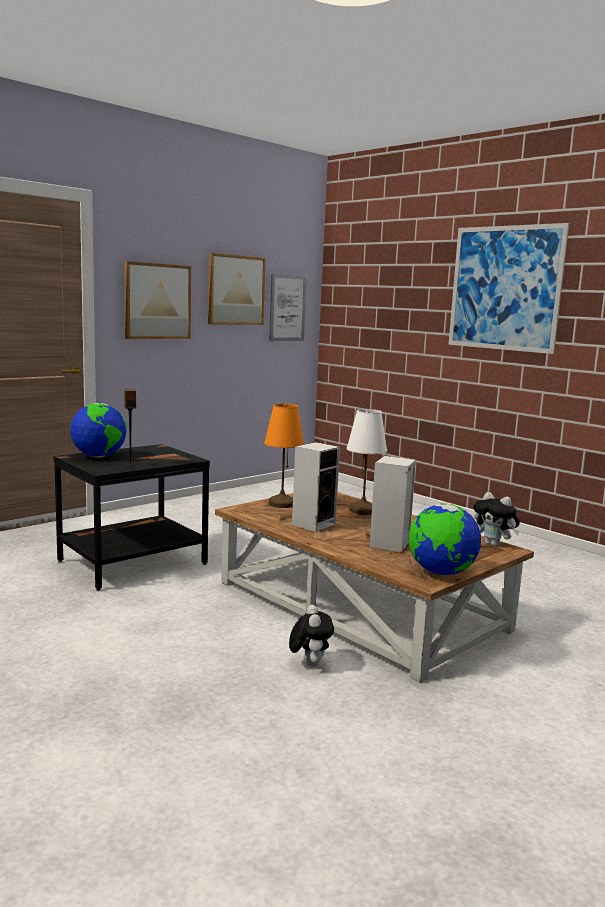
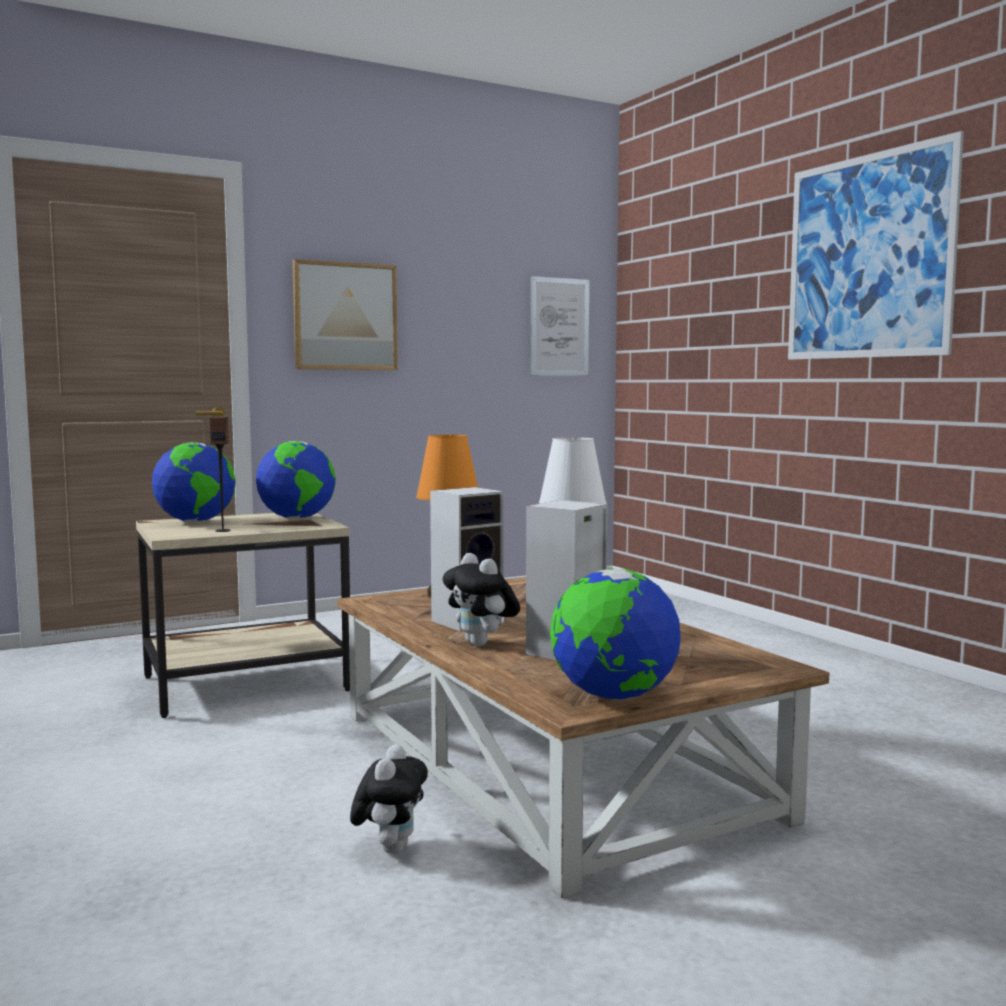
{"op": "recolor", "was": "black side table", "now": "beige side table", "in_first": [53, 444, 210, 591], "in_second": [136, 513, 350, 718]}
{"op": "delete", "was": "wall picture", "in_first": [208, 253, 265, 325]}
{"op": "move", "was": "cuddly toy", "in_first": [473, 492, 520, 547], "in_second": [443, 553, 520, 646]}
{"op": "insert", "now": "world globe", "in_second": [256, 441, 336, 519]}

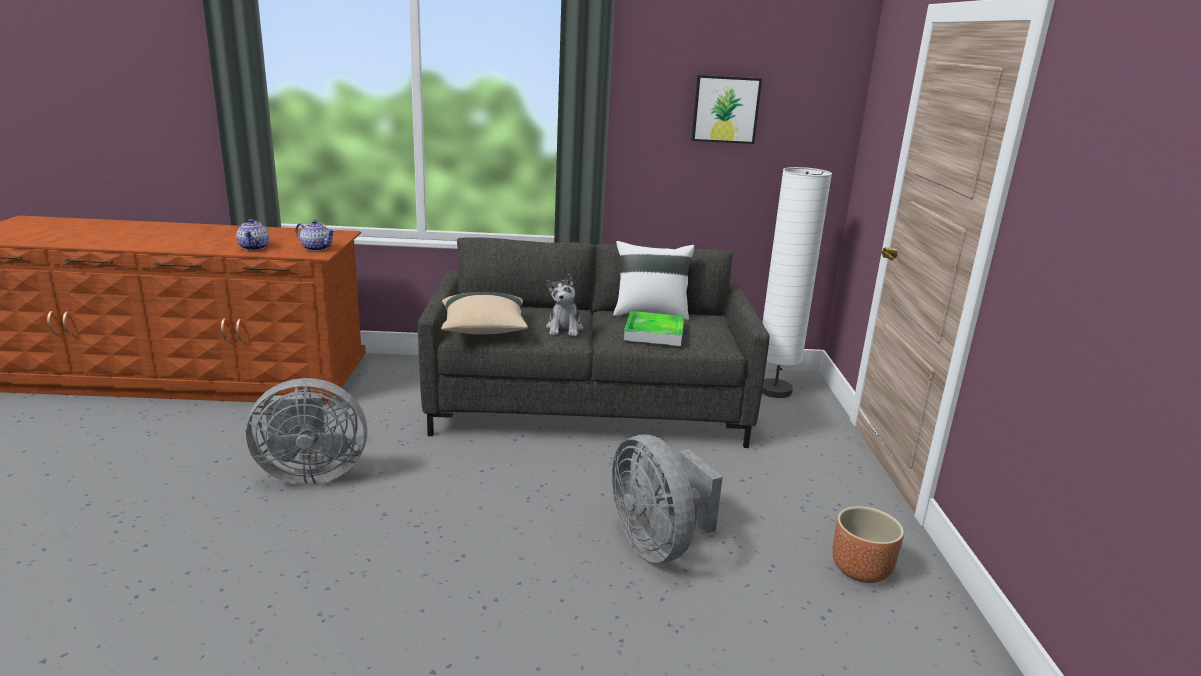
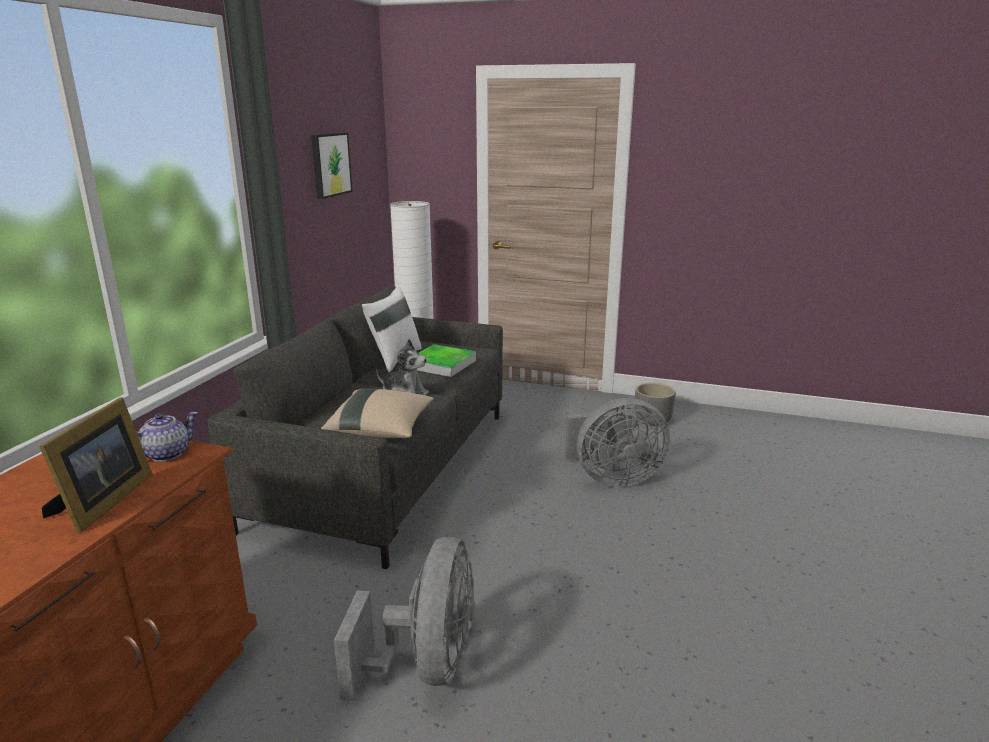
{"op": "replace", "was": "tea pot", "now": "photo frame", "in_first": [236, 219, 270, 251], "in_second": [39, 397, 153, 533]}
{"op": "recolor", "was": "brown flower pot", "now": "grey flower pot", "in_first": [832, 506, 904, 583], "in_second": [635, 383, 676, 426]}

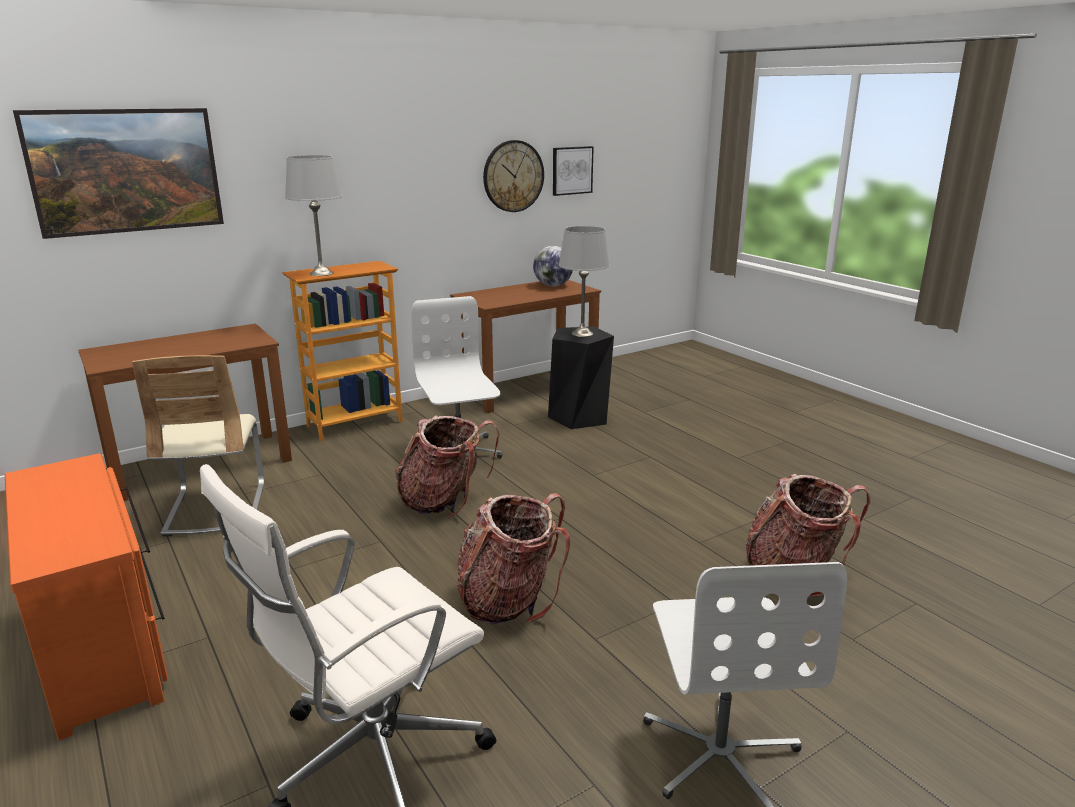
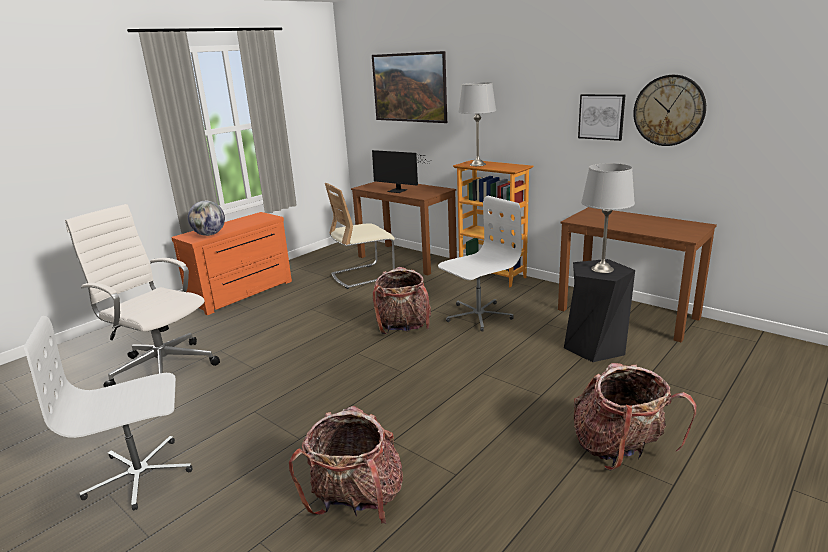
{"op": "move", "was": "rucksack", "in_first": [457, 493, 570, 625], "in_second": [574, 363, 696, 471]}
{"op": "move", "was": "world globe", "in_first": [533, 246, 573, 287], "in_second": [188, 201, 225, 236]}
{"op": "move", "was": "wall picture", "in_first": [553, 146, 594, 196], "in_second": [578, 94, 626, 141]}
{"op": "insert", "now": "computer display", "in_second": [372, 150, 426, 193]}

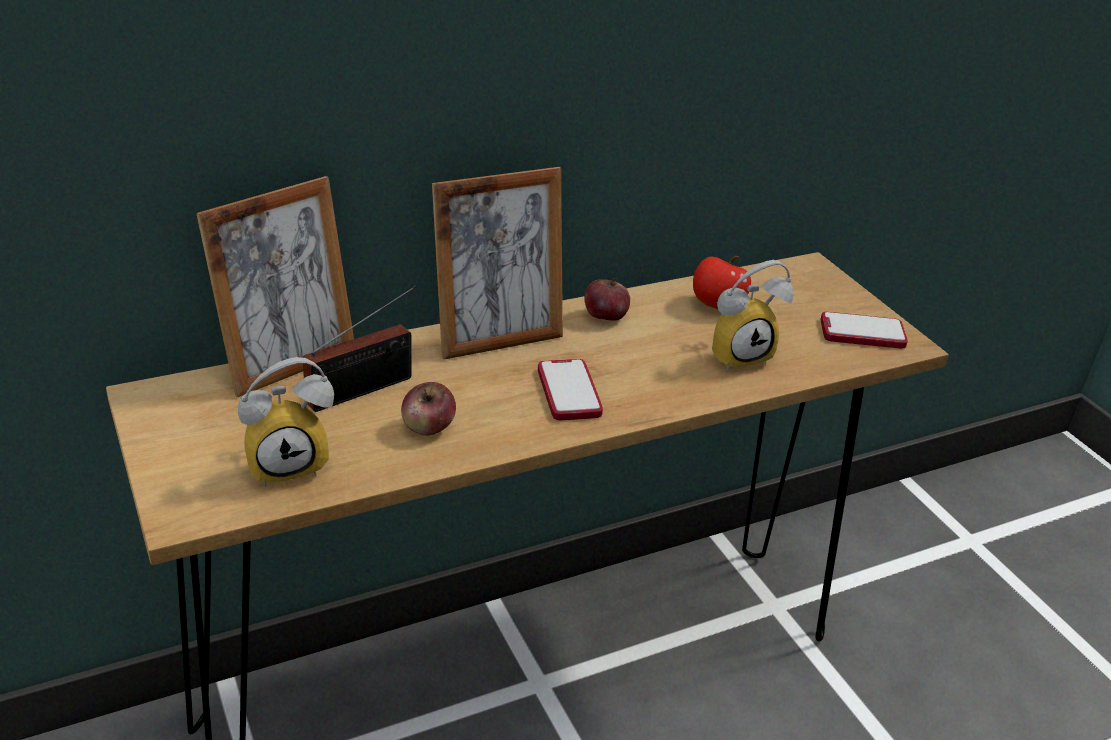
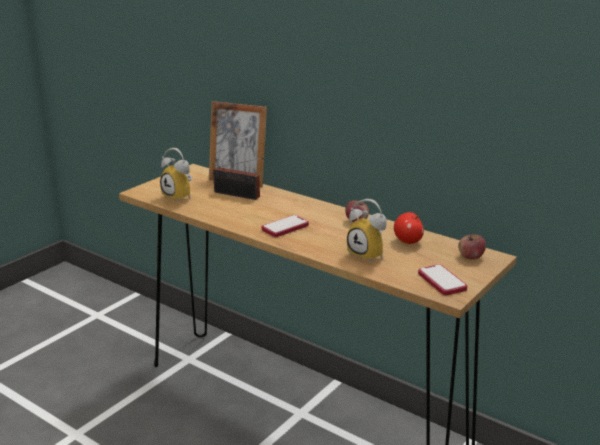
{"op": "move", "was": "apple fruit", "in_first": [401, 382, 456, 436], "in_second": [458, 234, 486, 259]}
{"op": "delete", "was": "photo frame", "in_first": [432, 167, 563, 360]}

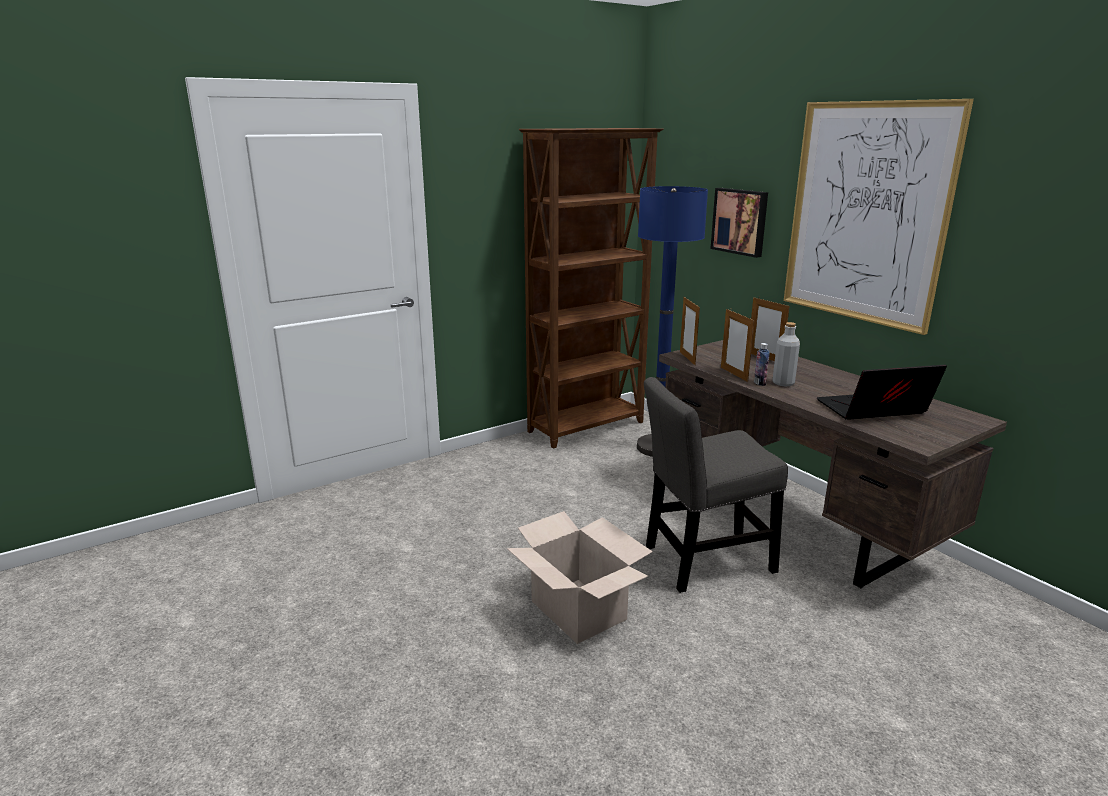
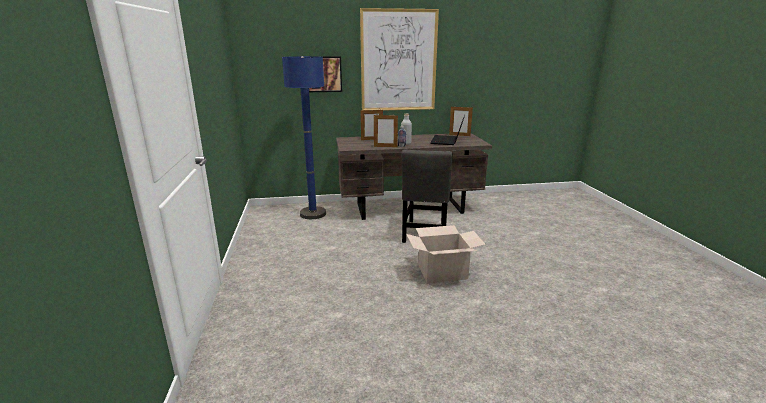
{"op": "delete", "was": "brown shelving unit", "in_first": [519, 128, 664, 449]}
{"op": "move", "was": "photo frame", "in_first": [680, 297, 700, 365], "in_second": [449, 107, 473, 136]}

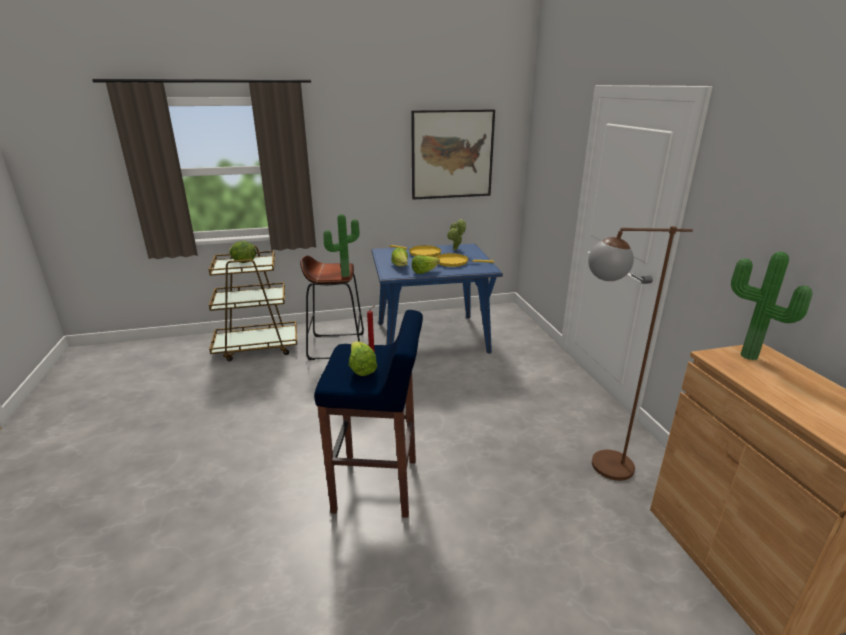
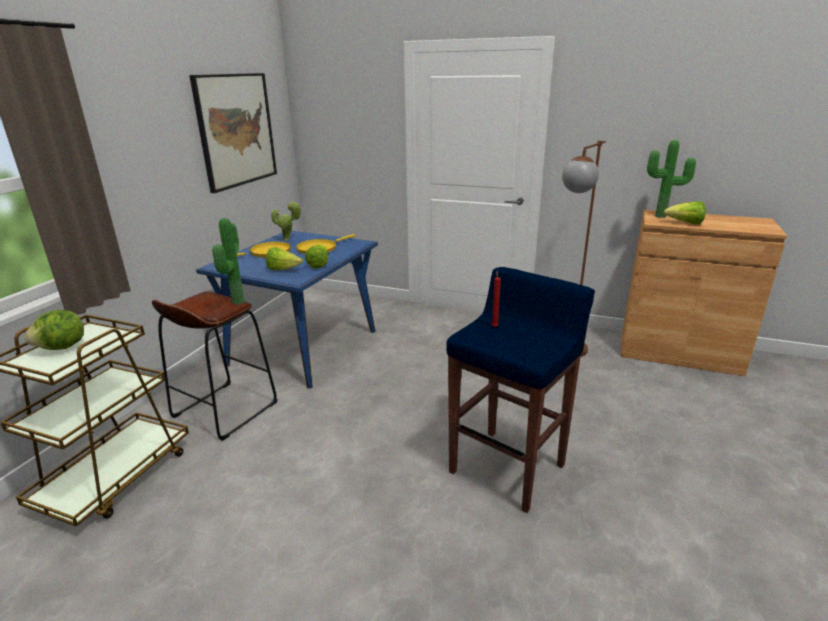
{"op": "move", "was": "lettuce head", "in_first": [348, 341, 377, 376], "in_second": [663, 201, 706, 224]}

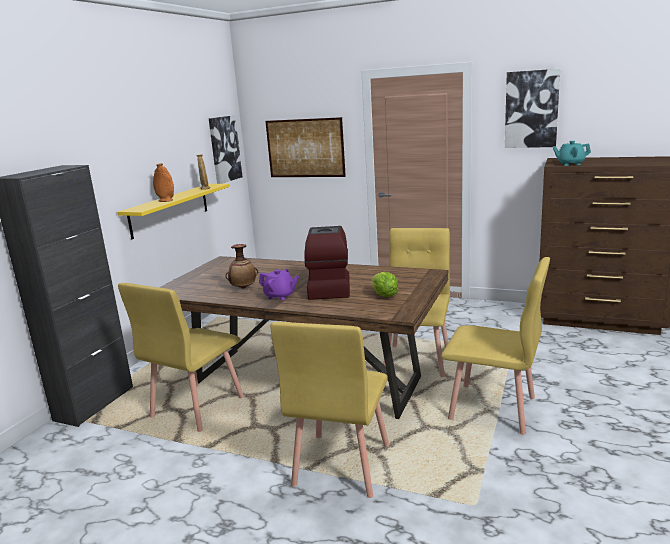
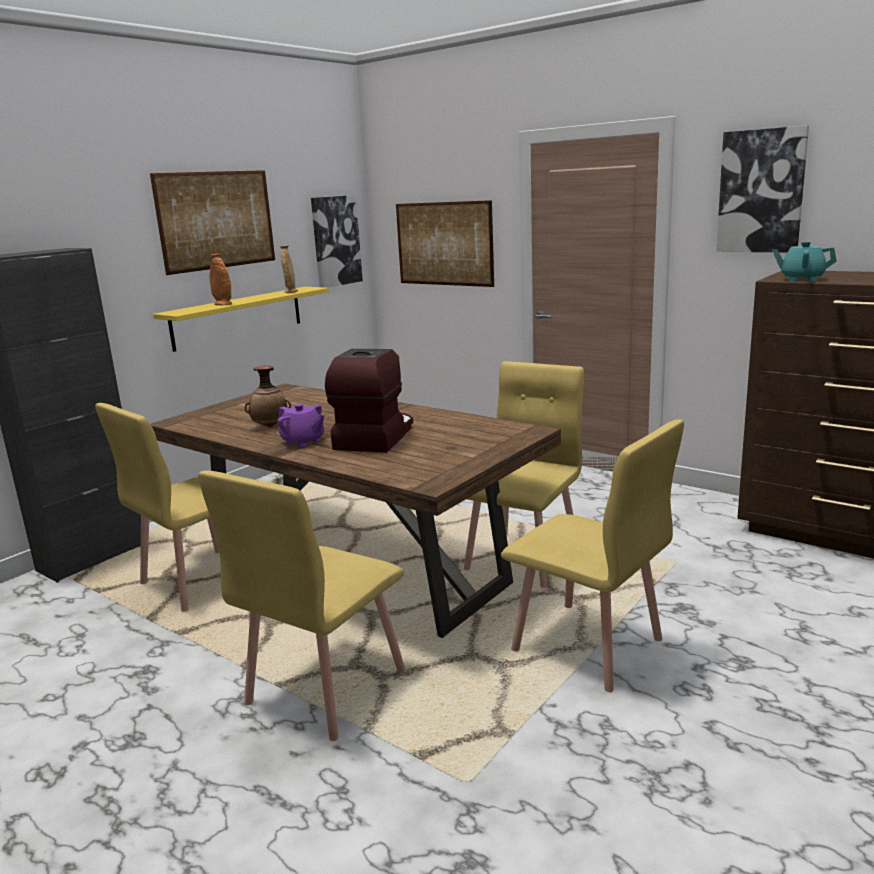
{"op": "delete", "was": "lettuce head", "in_first": [372, 272, 398, 297]}
{"op": "insert", "now": "wall picture", "in_second": [150, 170, 275, 275]}

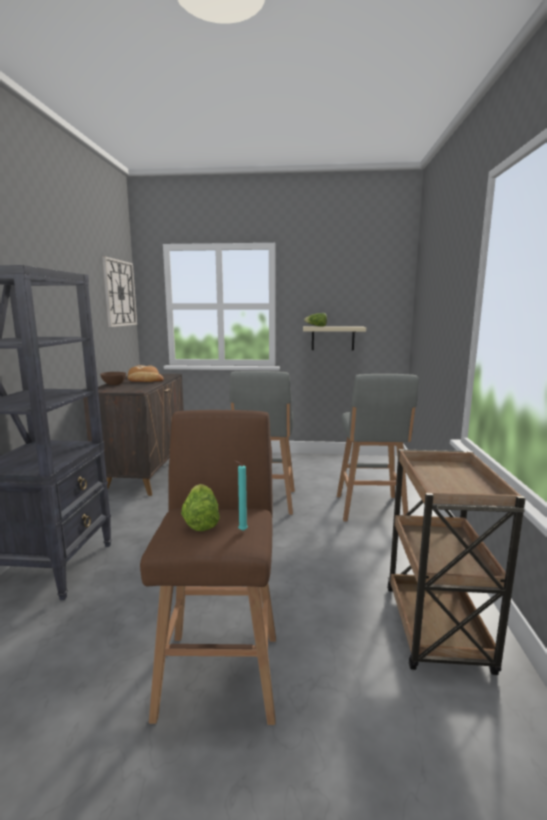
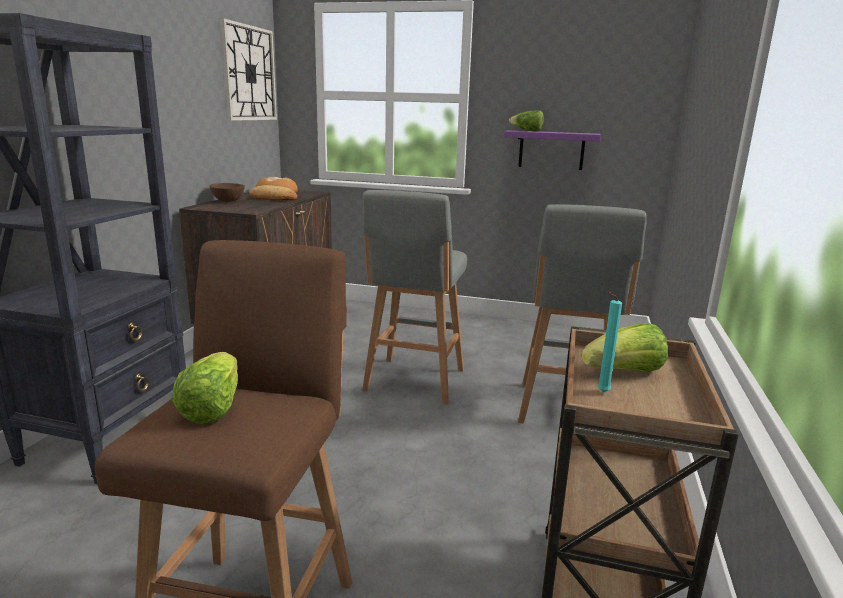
{"op": "move", "was": "blue-green wax candle", "in_first": [235, 461, 248, 531], "in_second": [597, 292, 622, 392]}
{"op": "recolor", "was": "beige shelf", "now": "purple shelf", "in_first": [303, 326, 366, 350], "in_second": [504, 130, 601, 170]}
{"op": "insert", "now": "lettuce head", "in_second": [582, 323, 668, 373]}

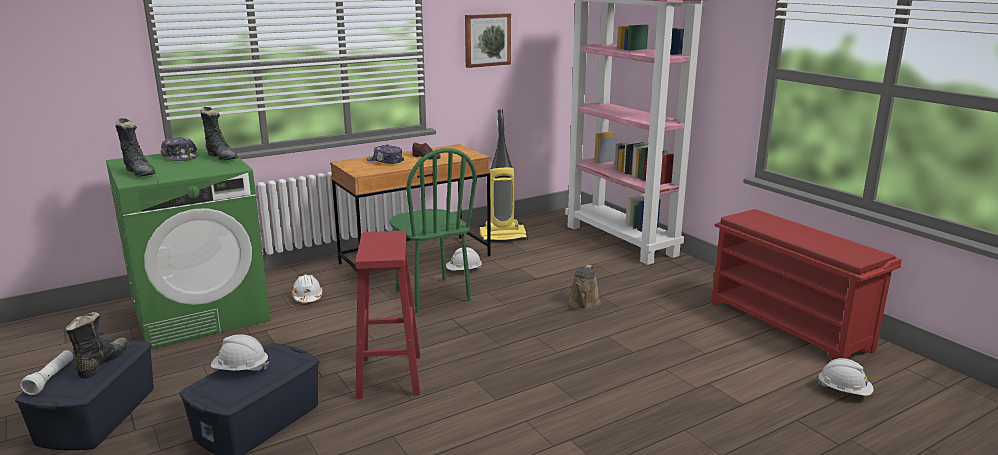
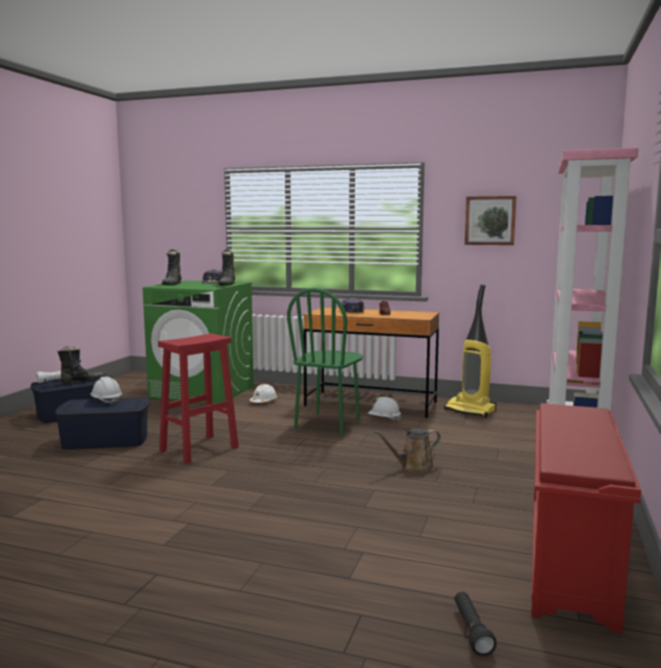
{"op": "replace", "was": "whitish work helmet", "now": "black hand torch", "in_first": [817, 358, 874, 396], "in_second": [454, 592, 496, 656]}

